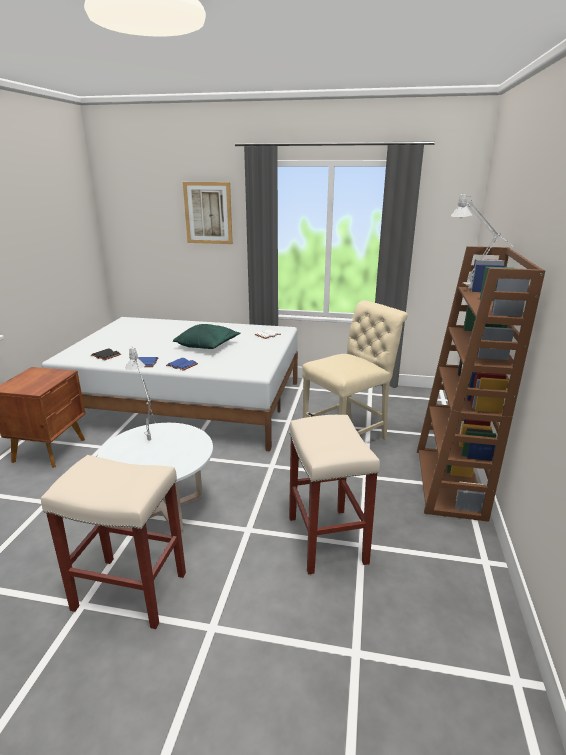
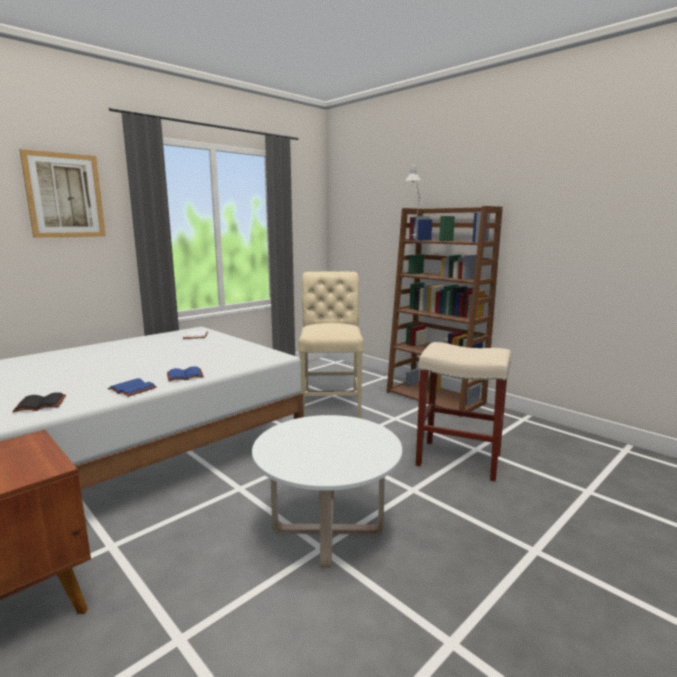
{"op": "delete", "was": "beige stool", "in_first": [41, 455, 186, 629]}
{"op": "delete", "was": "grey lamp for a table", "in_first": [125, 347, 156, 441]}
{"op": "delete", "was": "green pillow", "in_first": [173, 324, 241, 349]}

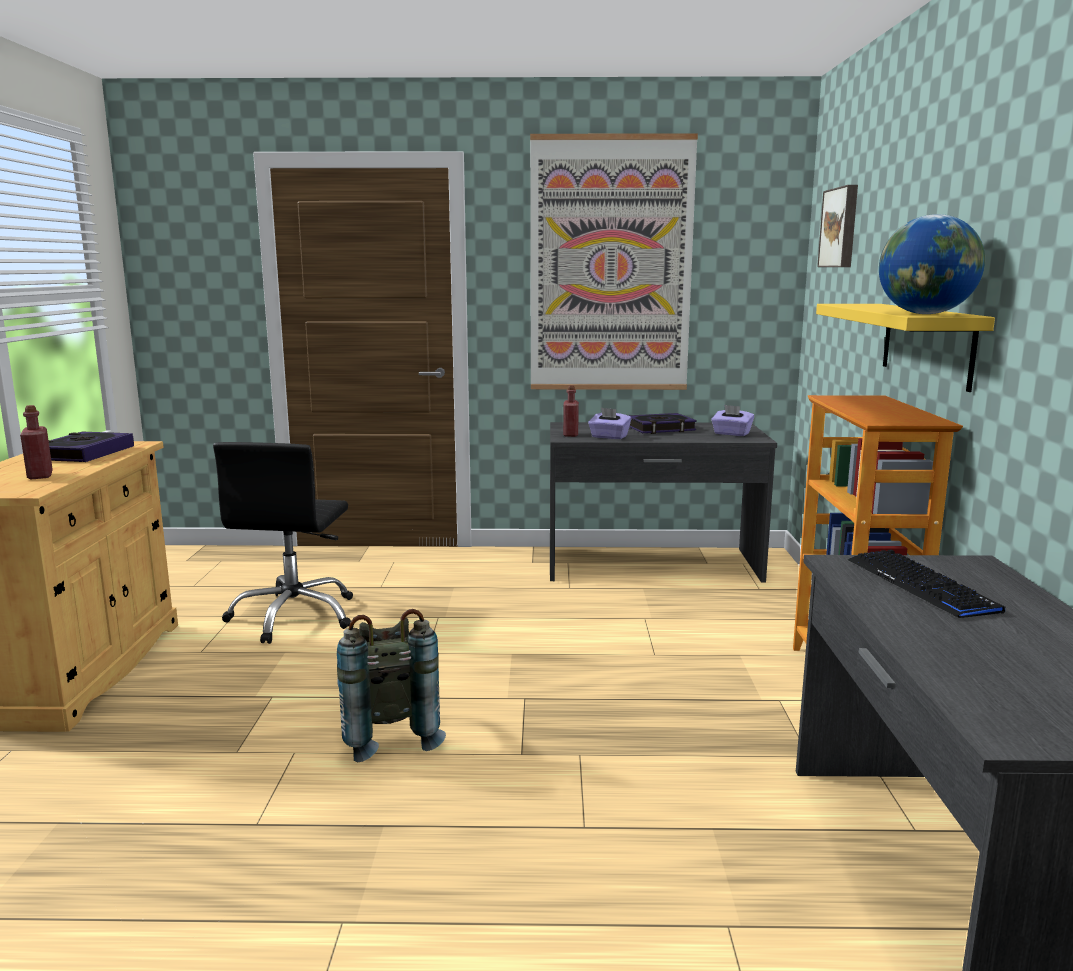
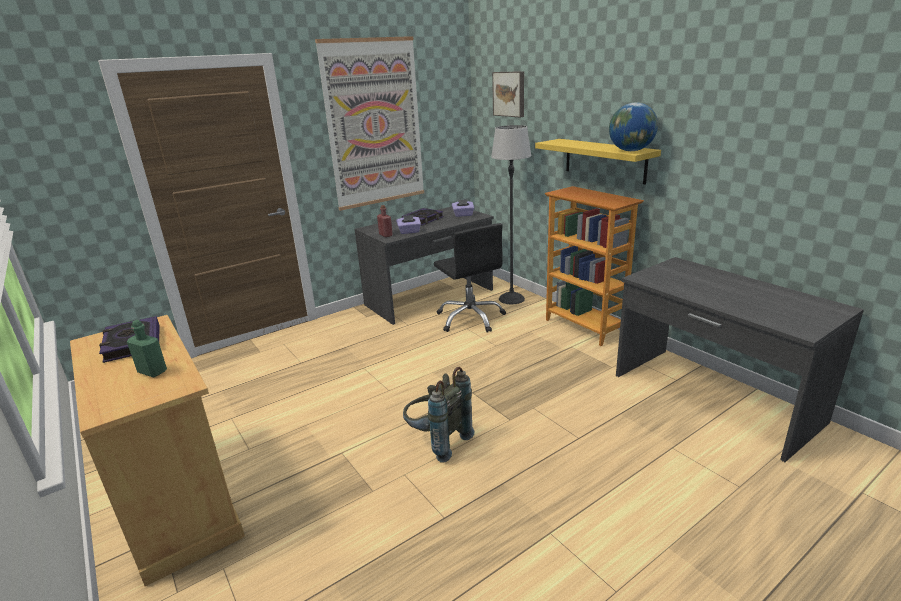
{"op": "recolor", "was": "red-coloured drink bottle", "now": "green drink bottle", "in_first": [20, 405, 53, 479], "in_second": [127, 320, 167, 377]}
{"op": "move", "was": "black office chair", "in_first": [213, 442, 353, 644], "in_second": [434, 223, 506, 333]}
{"op": "delete", "was": "computer keyboard", "in_first": [848, 550, 1005, 618]}
{"op": "insert", "now": "standard lamp", "in_second": [491, 125, 531, 304]}

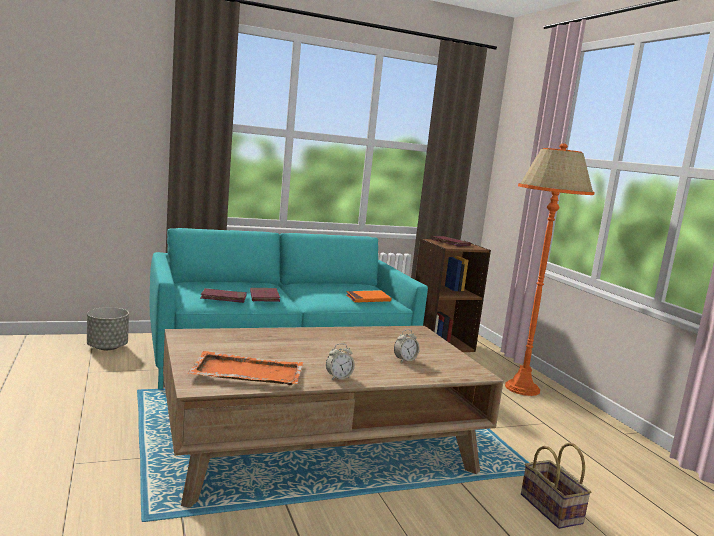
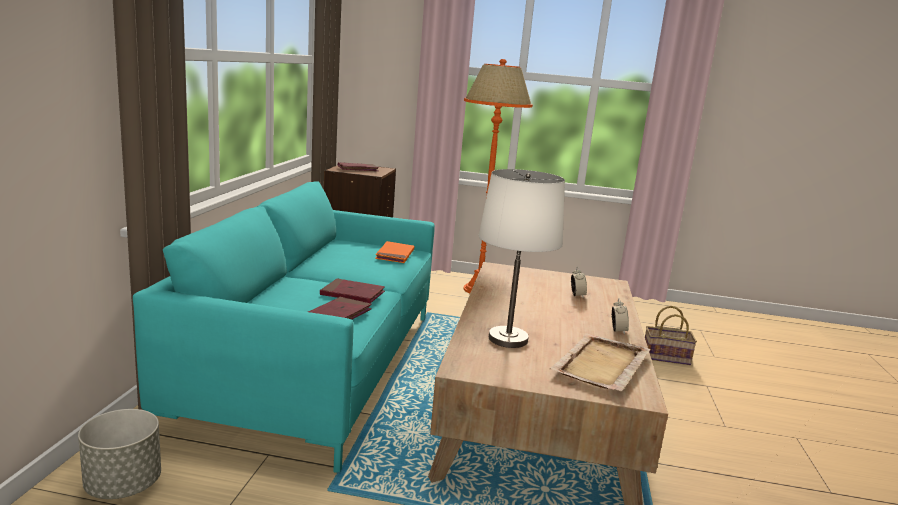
{"op": "recolor", "was": "orangey tray", "now": "beige tray", "in_first": [187, 351, 303, 385], "in_second": [550, 333, 650, 391]}
{"op": "insert", "now": "whitish lamp for a table", "in_second": [478, 169, 565, 348]}

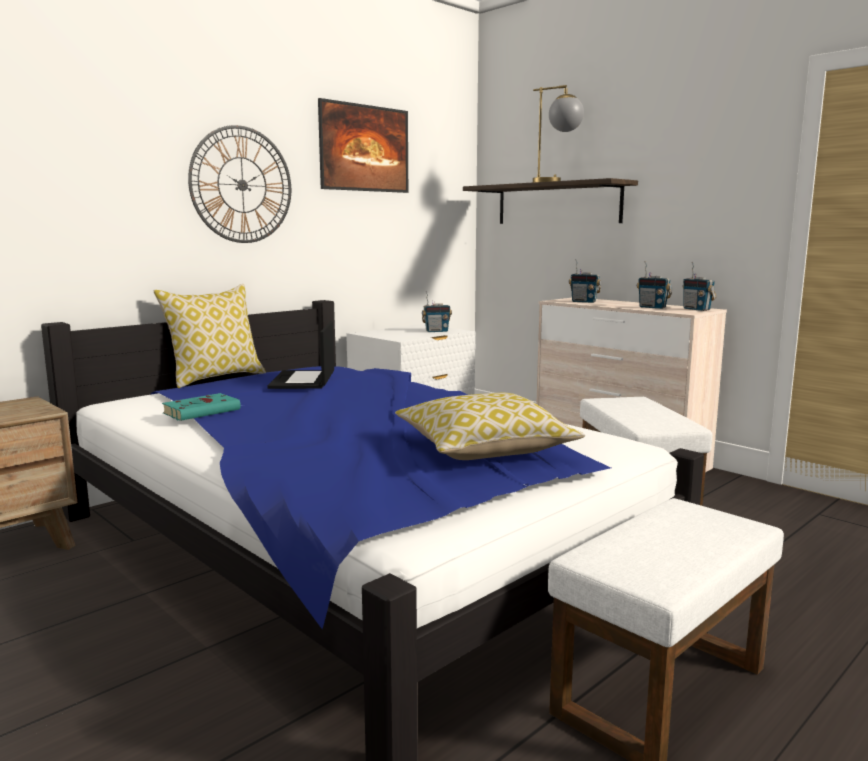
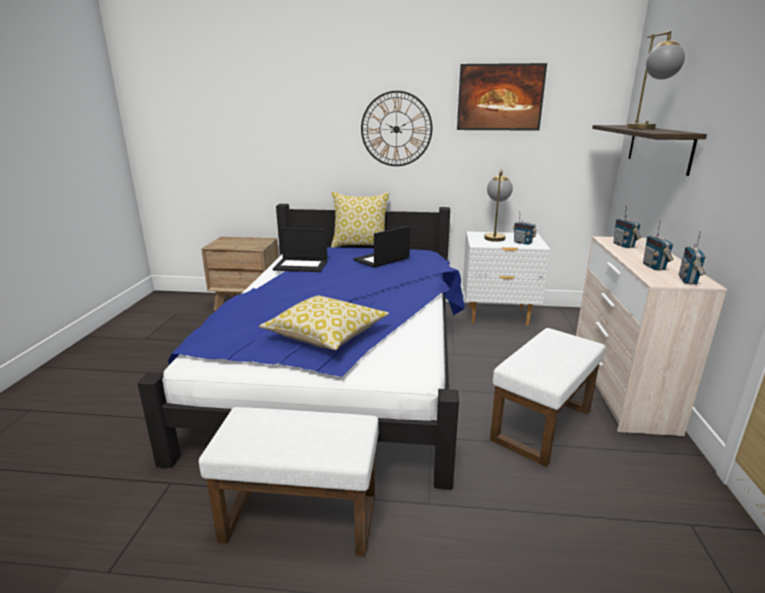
{"op": "replace", "was": "blue-green volume", "now": "laptop", "in_first": [162, 393, 243, 421], "in_second": [273, 228, 328, 272]}
{"op": "insert", "now": "lamp for a table", "in_second": [484, 169, 513, 242]}

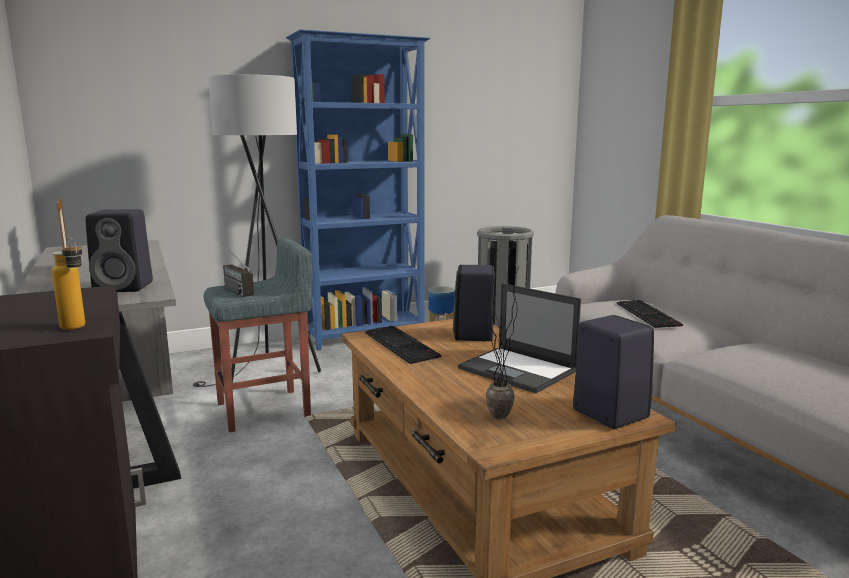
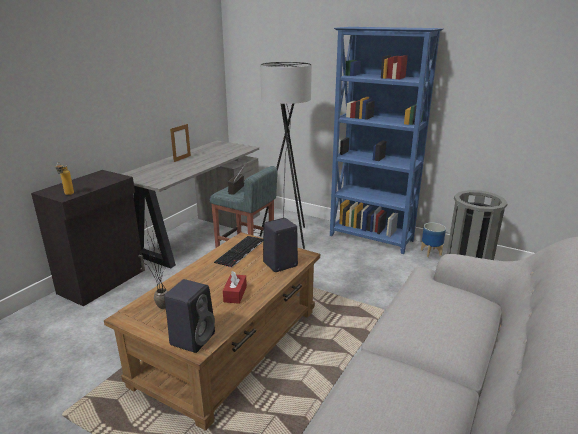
{"op": "delete", "was": "black speaker", "in_first": [85, 209, 153, 292]}
{"op": "replace", "was": "laptop", "now": "red-coloured tissue holder", "in_first": [458, 283, 581, 393], "in_second": [223, 271, 247, 304]}
{"op": "delete", "was": "computer keyboard", "in_first": [617, 300, 683, 328]}

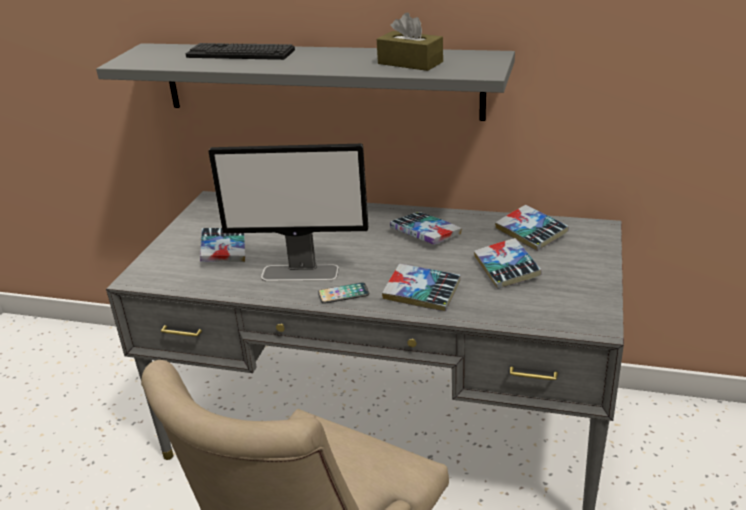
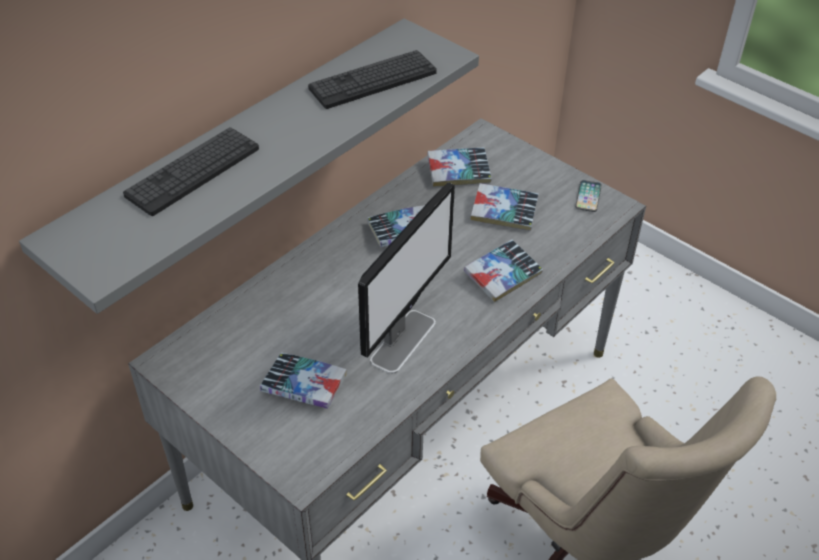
{"op": "move", "was": "phone", "in_first": [318, 283, 369, 304], "in_second": [575, 180, 602, 212]}
{"op": "replace", "was": "brown tissue holder", "now": "computer keyboard", "in_first": [377, 12, 443, 71], "in_second": [308, 50, 437, 109]}

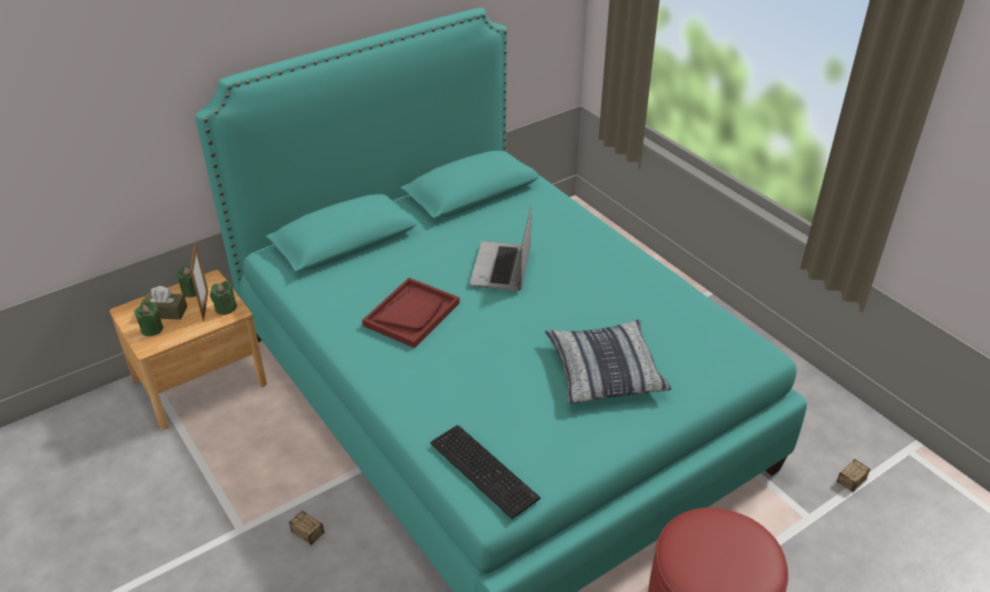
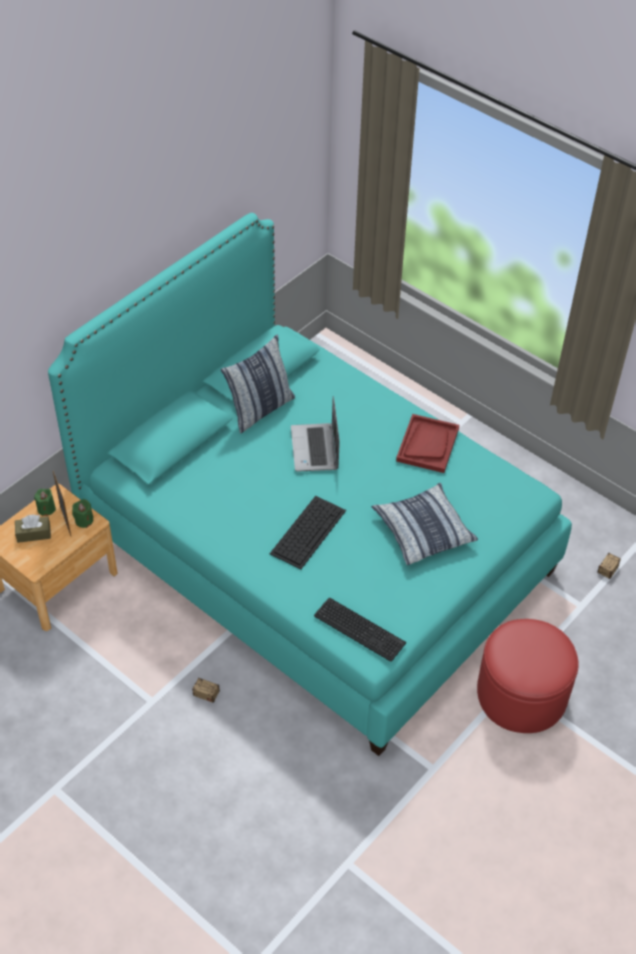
{"op": "delete", "was": "green wax candle", "in_first": [134, 301, 163, 336]}
{"op": "move", "was": "red-coloured tray", "in_first": [362, 278, 460, 348], "in_second": [396, 414, 459, 473]}
{"op": "insert", "now": "pillow", "in_second": [221, 334, 295, 433]}
{"op": "insert", "now": "computer keyboard", "in_second": [270, 496, 346, 570]}

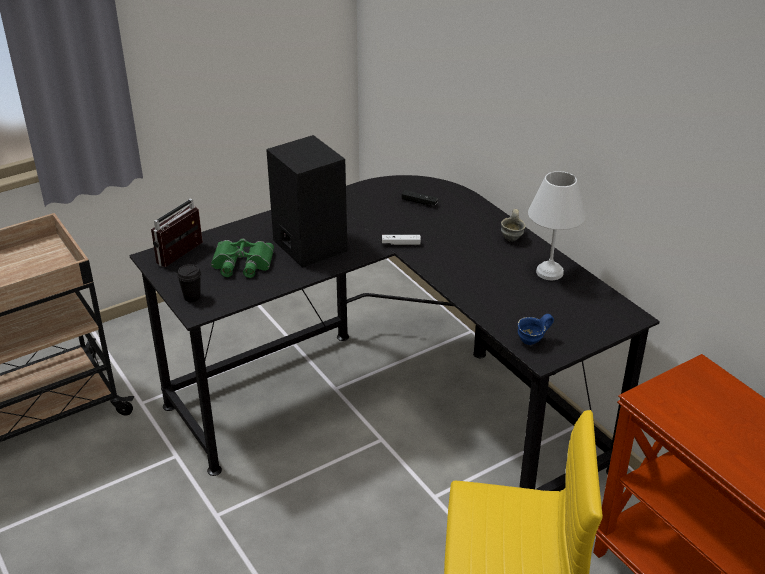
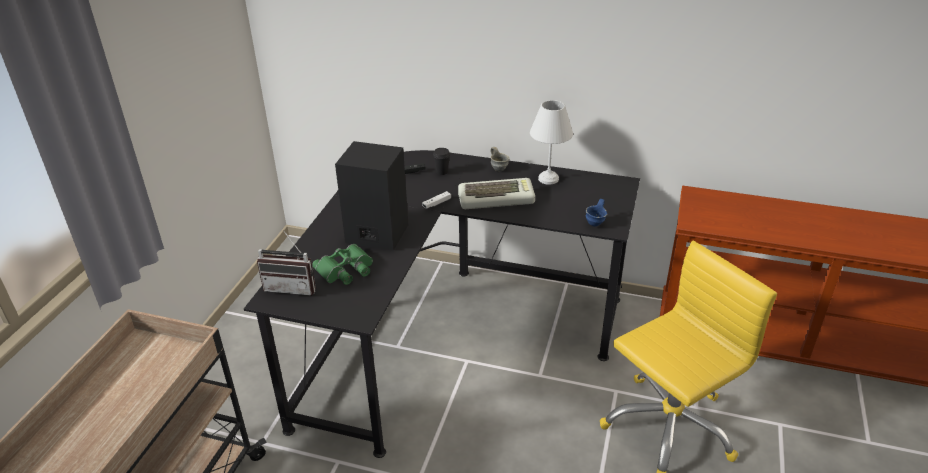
{"op": "rotate", "was": "radio", "in_first": [151, 198, 203, 267], "in_second": [257, 229, 316, 295], "clockwise": -75}
{"op": "move", "was": "black small cup", "in_first": [177, 264, 201, 302], "in_second": [433, 148, 450, 175]}
{"op": "insert", "now": "computer keyboard", "in_second": [458, 178, 535, 209]}

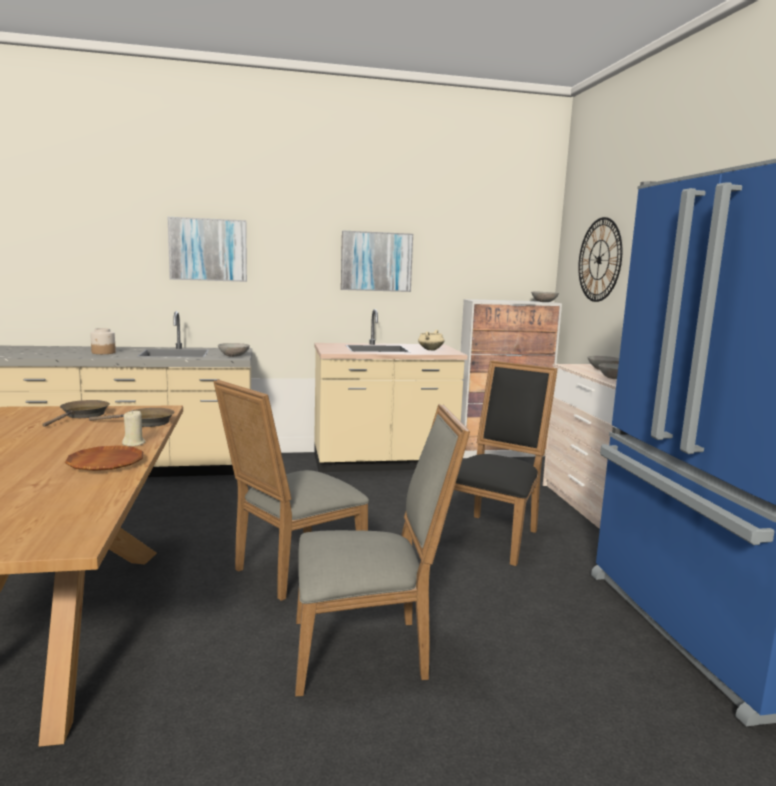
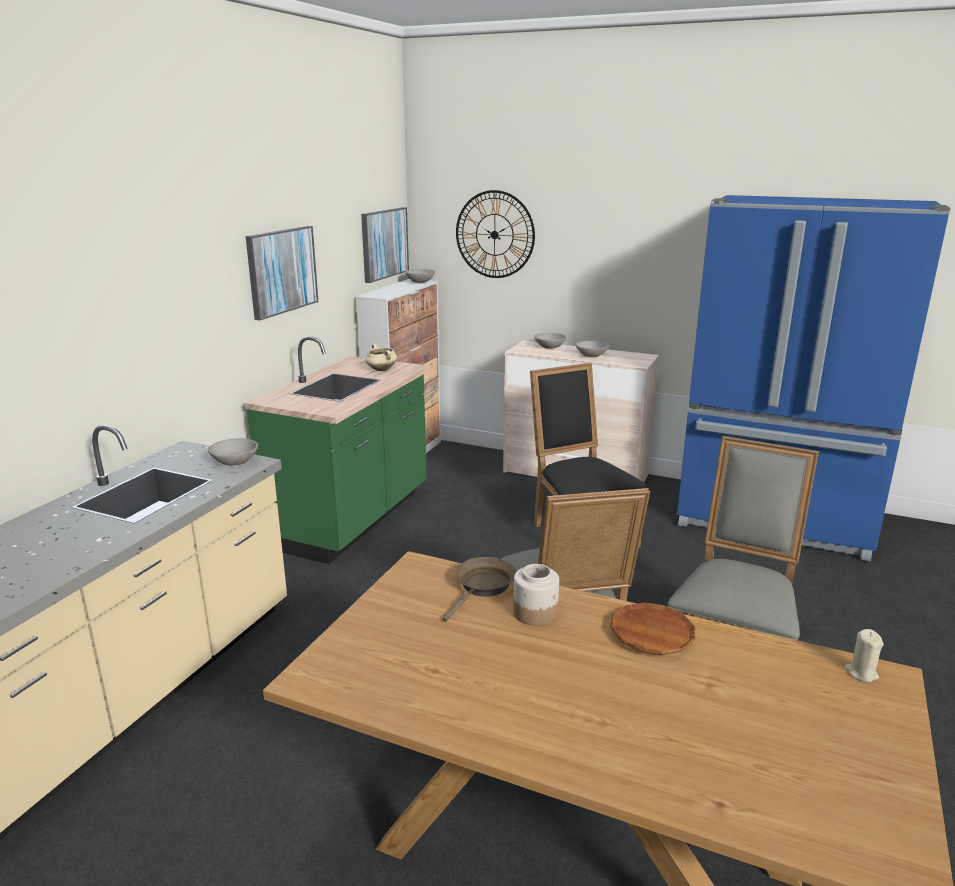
{"op": "delete", "was": "brown pan", "in_first": [42, 400, 110, 427]}
{"op": "move", "was": "storage jar", "in_first": [90, 328, 116, 354], "in_second": [513, 564, 559, 626]}
{"op": "move", "was": "beige wax candle", "in_first": [122, 410, 145, 446], "in_second": [845, 629, 884, 682]}
{"op": "move", "was": "wall picture", "in_first": [168, 217, 247, 282], "in_second": [361, 207, 409, 283]}
{"op": "recolor", "was": "beige kitchen counter", "now": "green kitchen counter", "in_first": [314, 309, 468, 472], "in_second": [245, 336, 430, 564]}

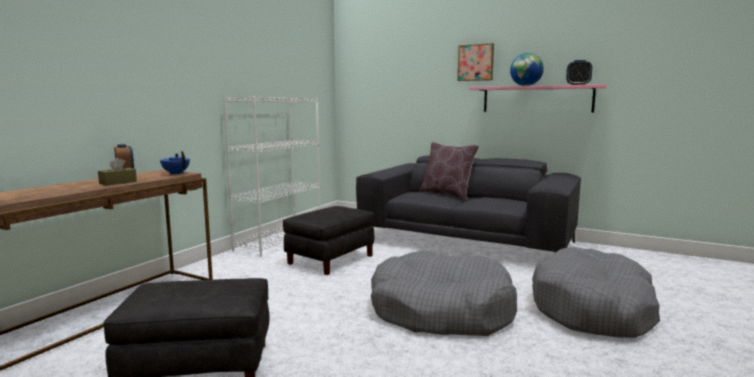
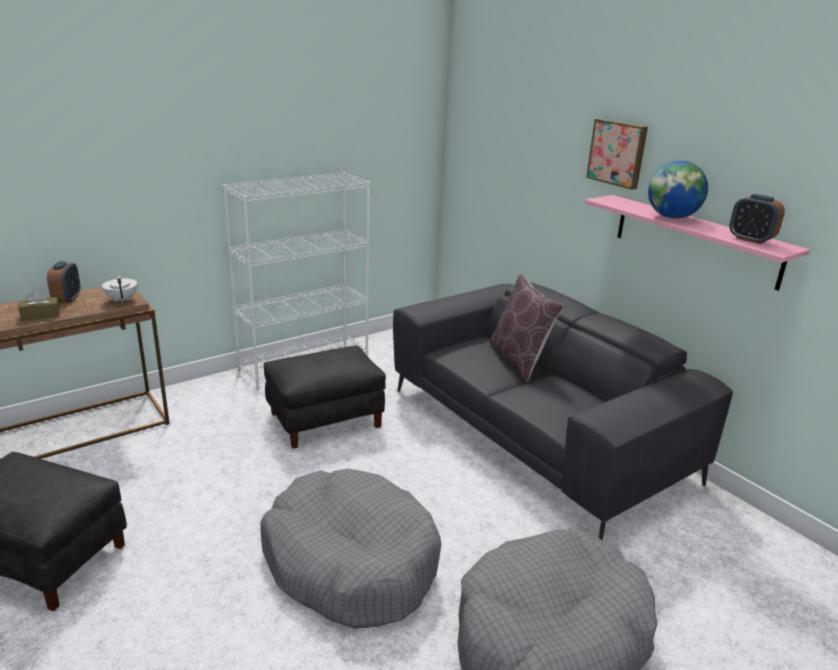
{"op": "recolor", "was": "blue-coloured tea pot", "now": "whitish tea pot", "in_first": [160, 151, 190, 175], "in_second": [102, 276, 138, 303]}

